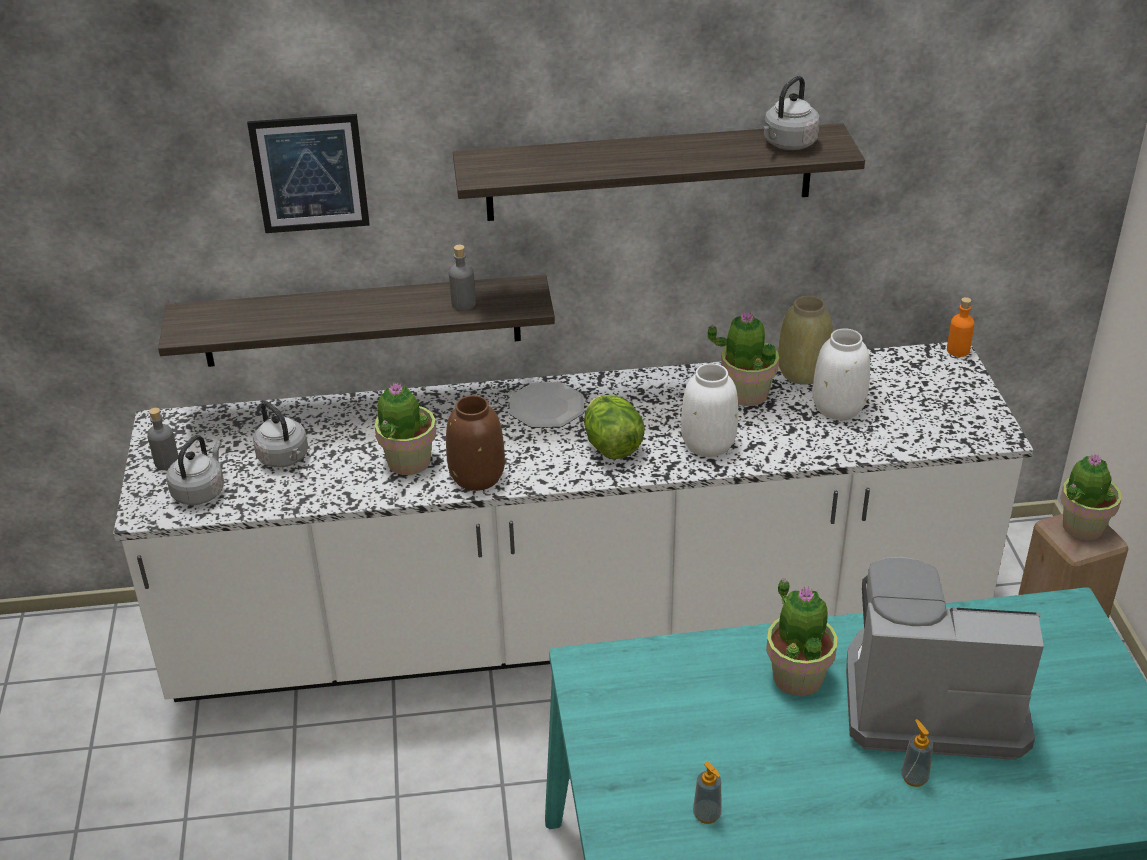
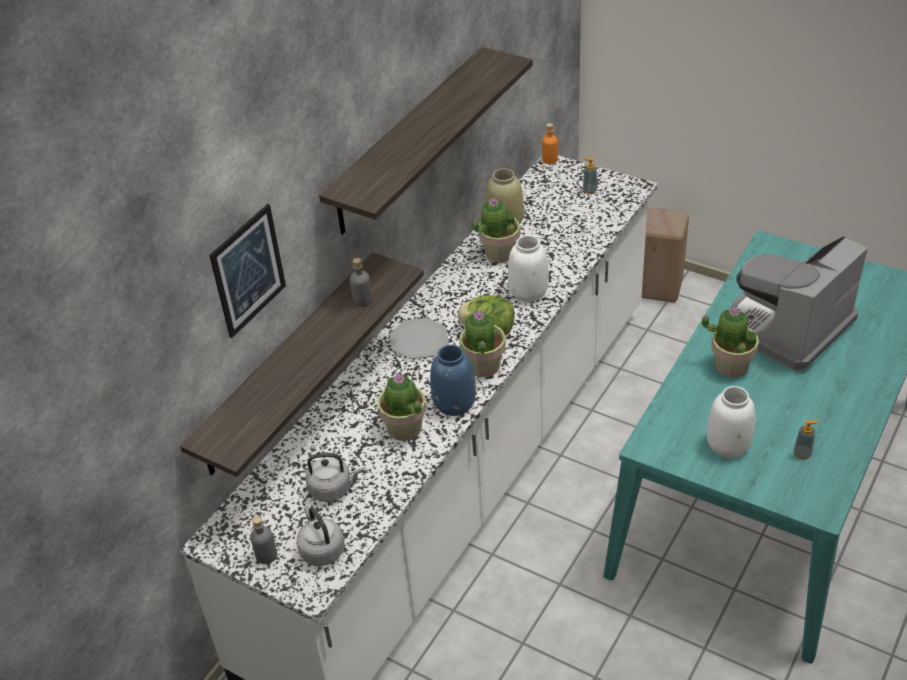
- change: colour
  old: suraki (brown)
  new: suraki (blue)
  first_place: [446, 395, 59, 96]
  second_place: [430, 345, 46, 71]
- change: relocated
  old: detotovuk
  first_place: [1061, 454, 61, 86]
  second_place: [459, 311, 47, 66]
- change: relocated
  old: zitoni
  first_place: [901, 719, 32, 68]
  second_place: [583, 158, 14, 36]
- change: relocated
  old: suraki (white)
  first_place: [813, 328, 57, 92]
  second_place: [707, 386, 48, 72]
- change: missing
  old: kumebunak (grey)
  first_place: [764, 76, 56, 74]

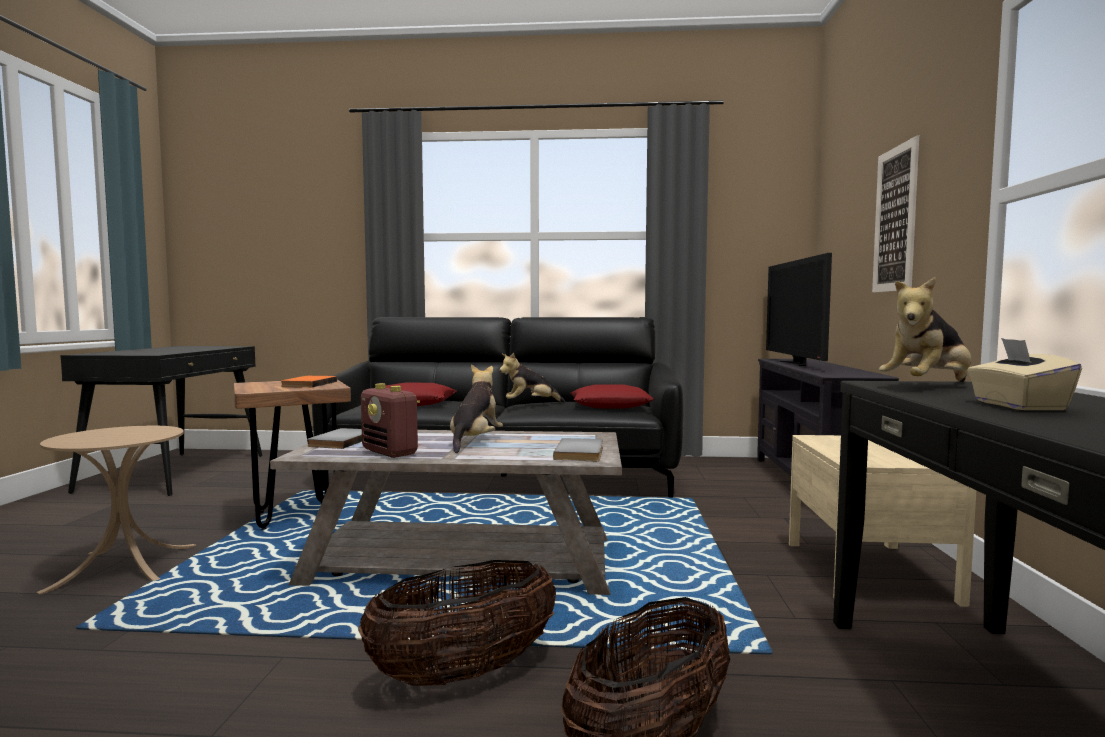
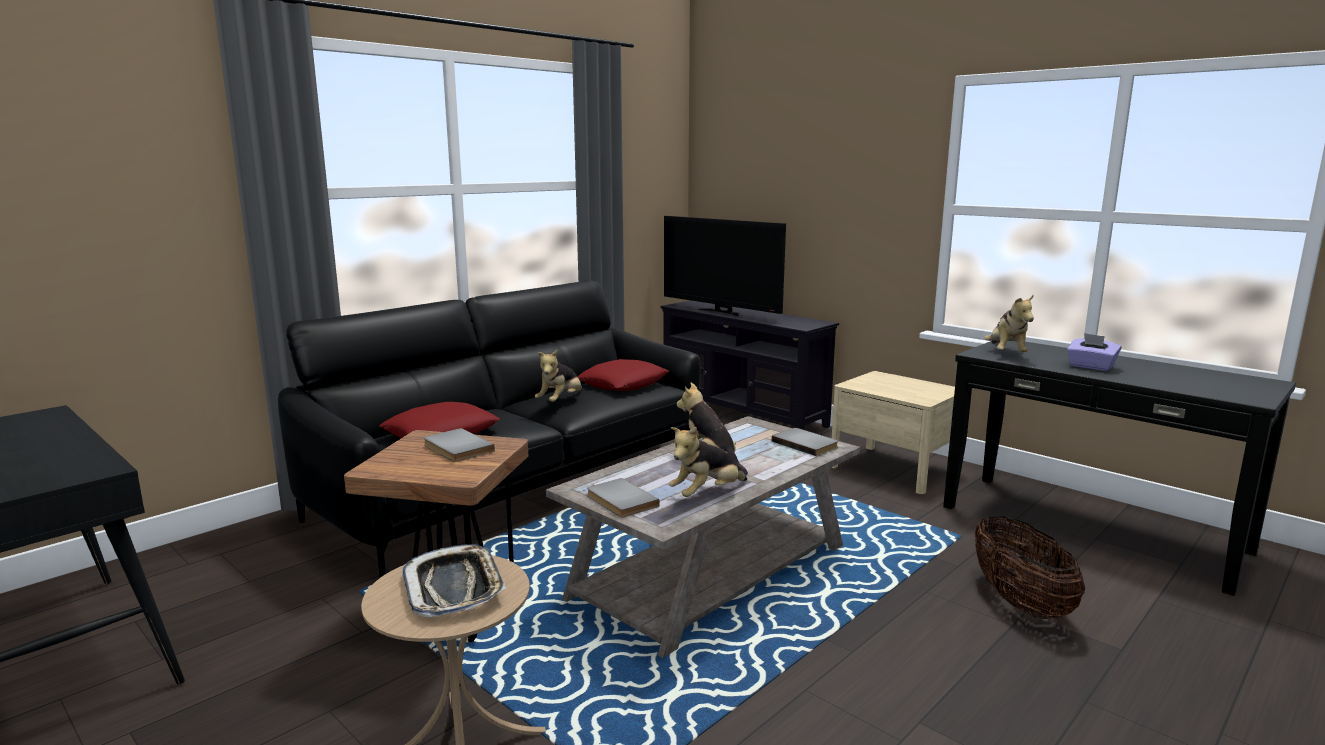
- change: appeared
  new: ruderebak
  second_place: [402, 544, 104, 73]
- change: colour
  old: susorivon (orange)
  new: susorivon (grey)
  first_place: [281, 376, 56, 12]
  second_place: [424, 428, 71, 34]
- change: exchanged
  old: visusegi
  new: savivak
  first_place: [361, 383, 59, 75]
  second_place: [669, 427, 78, 70]
- change: colour
  old: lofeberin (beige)
  new: lofeberin (purple)
  first_place: [967, 338, 115, 72]
  second_place: [1067, 333, 54, 38]
- change: missing
  old: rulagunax
  first_place: [358, 560, 198, 126]
- change: missing
  old: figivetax
  first_place: [872, 136, 47, 156]

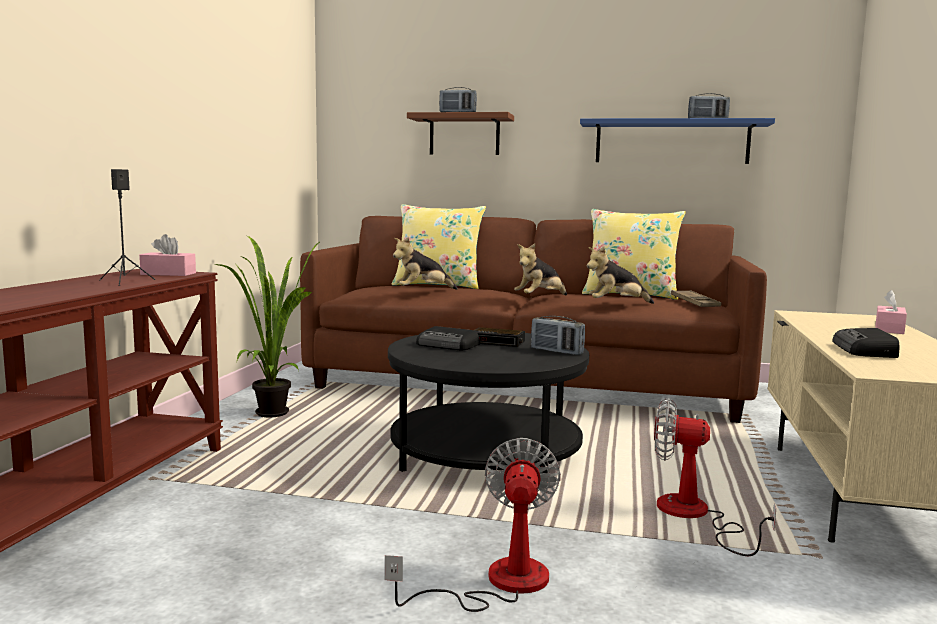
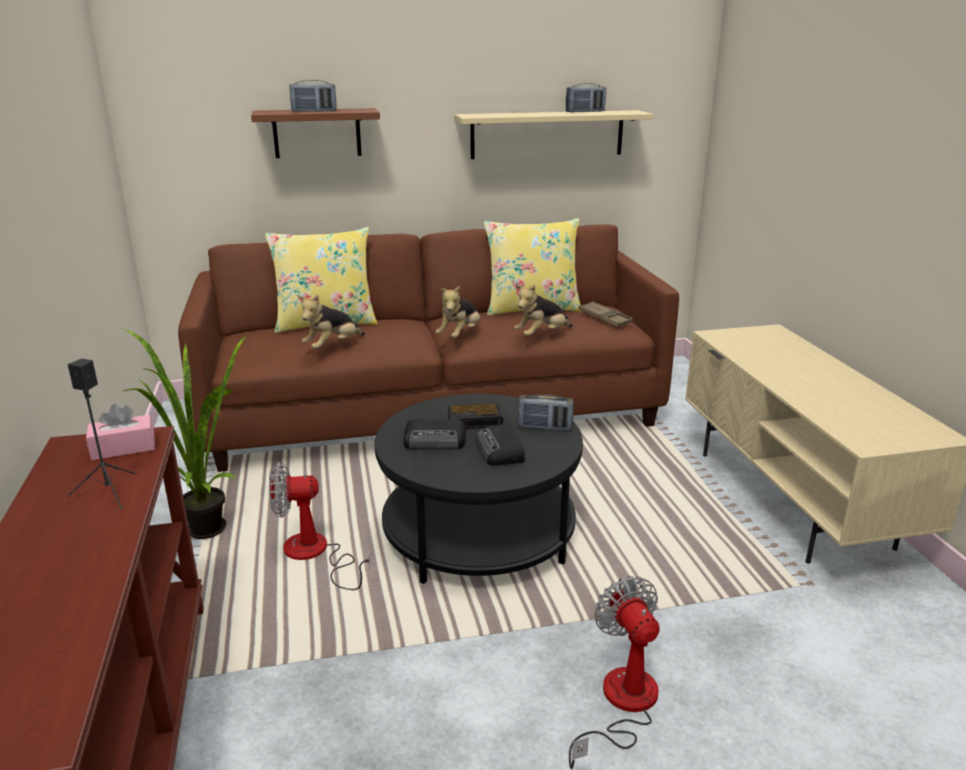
- change: relocated
  old: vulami
  first_place: [654, 398, 122, 158]
  second_place: [269, 462, 101, 128]
- change: colour
  old: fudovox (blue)
  new: fudovox (beige)
  first_place: [580, 118, 195, 46]
  second_place: [454, 110, 200, 49]
- change: relocated
  old: visusegi
  first_place: [832, 328, 67, 30]
  second_place: [475, 423, 50, 43]
- change: missing
  old: lofeberin (pink)
  first_place: [876, 290, 31, 44]

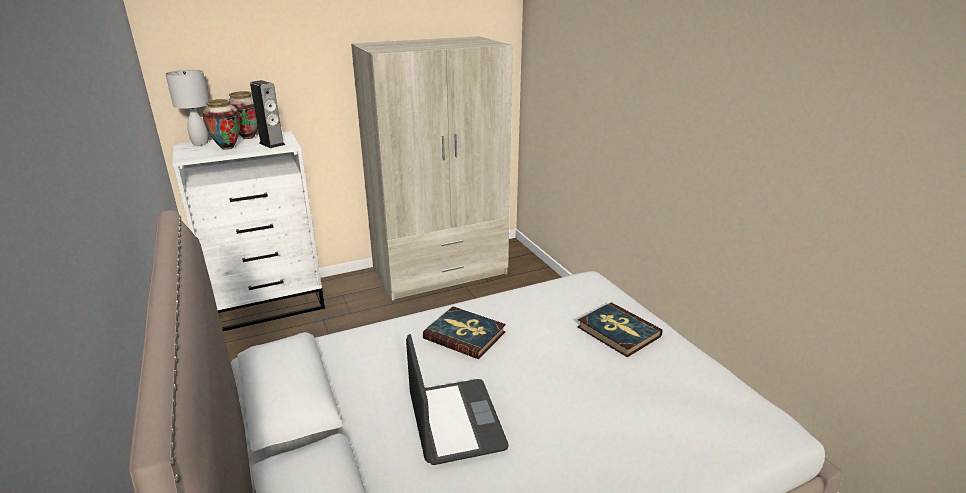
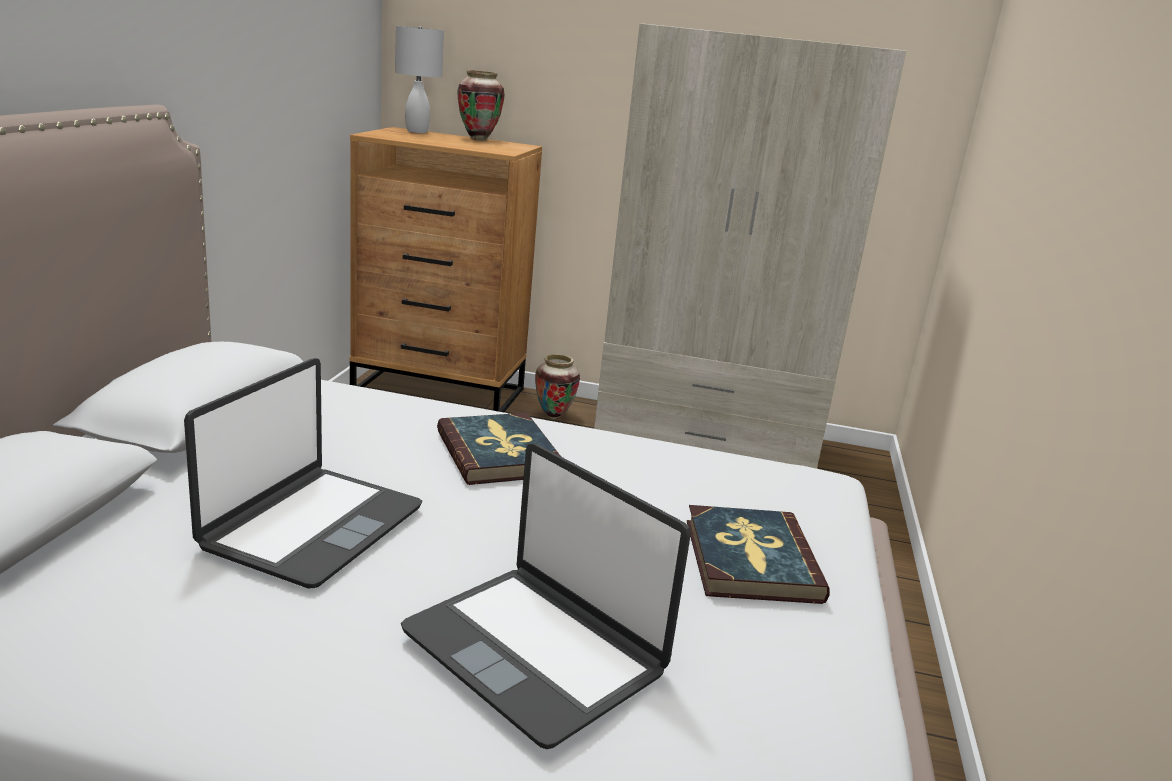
- change: colour
  old: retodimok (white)
  new: retodimok (brown)
  first_place: [172, 131, 153, 200]
  second_place: [349, 127, 193, 285]
- change: appeared
  new: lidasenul
  second_place: [401, 444, 290, 305]
- change: relocated
  old: suraki
  first_place: [202, 99, 38, 51]
  second_place: [535, 354, 45, 65]
- change: missing
  old: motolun
  first_place: [250, 80, 35, 68]

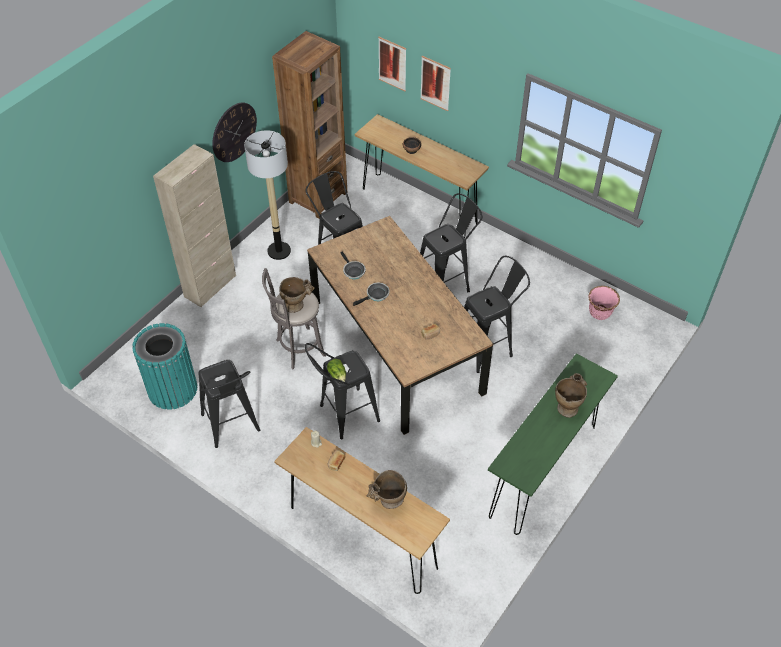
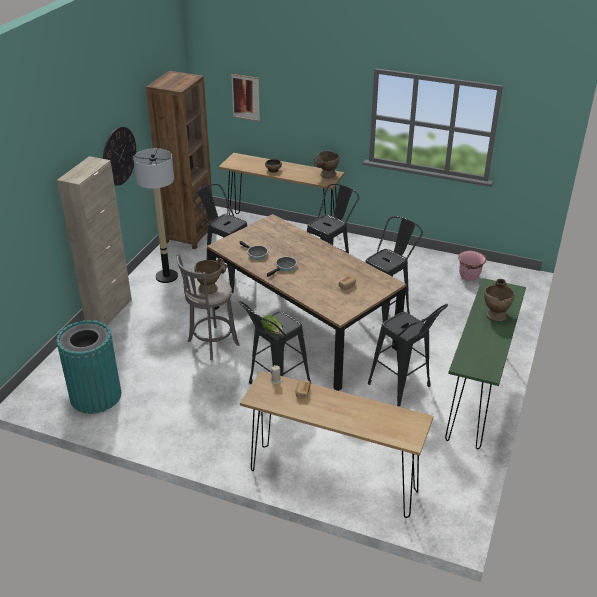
- change: relocated
  old: suraki (beige)
  first_place: [367, 470, 40, 39]
  second_place: [314, 151, 25, 27]
- change: relocated
  old: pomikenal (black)
  first_place: [198, 360, 62, 88]
  second_place: [368, 304, 80, 102]
- change: missing
  old: figivetax
  first_place: [420, 56, 31, 55]

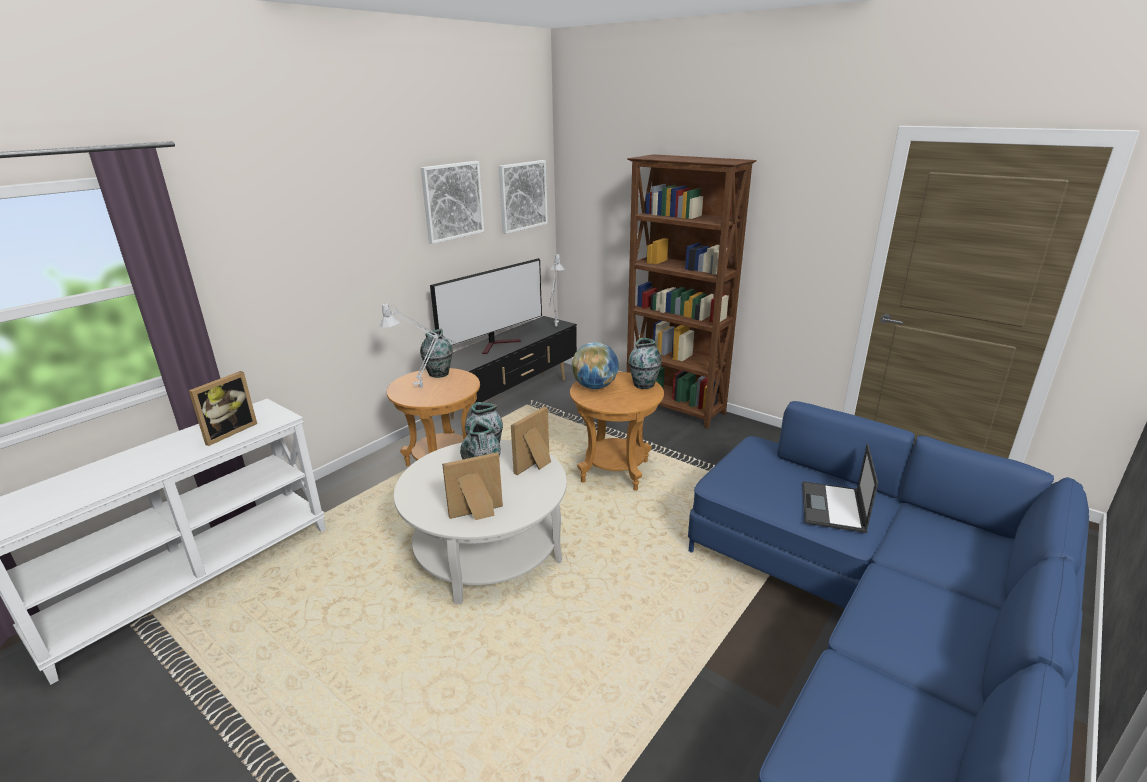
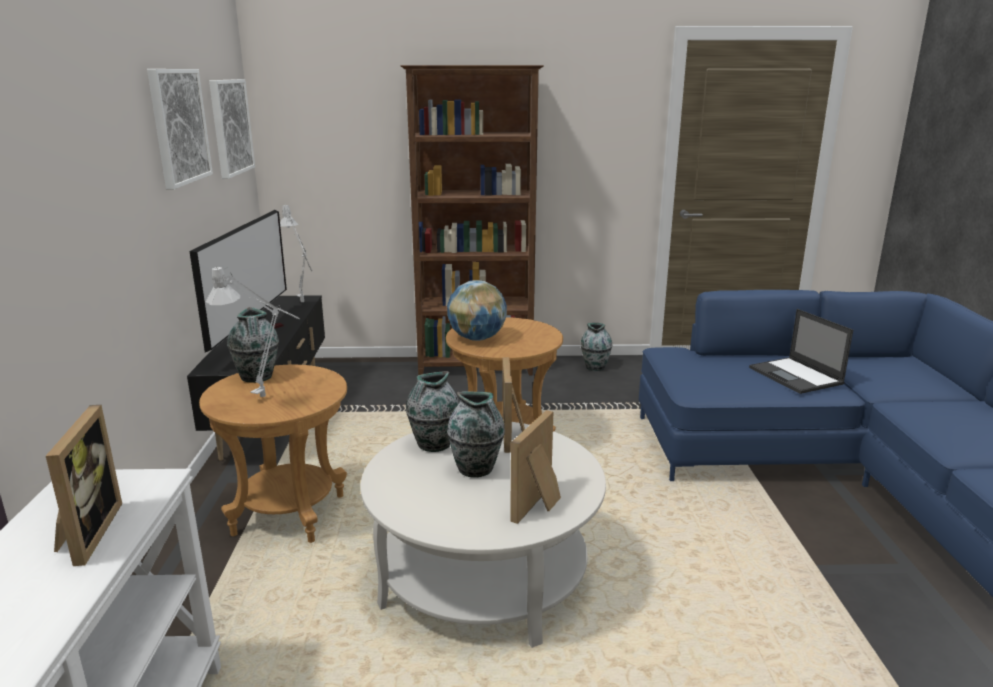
- change: relocated
  old: suraki
  first_place: [628, 338, 34, 51]
  second_place: [580, 323, 33, 48]

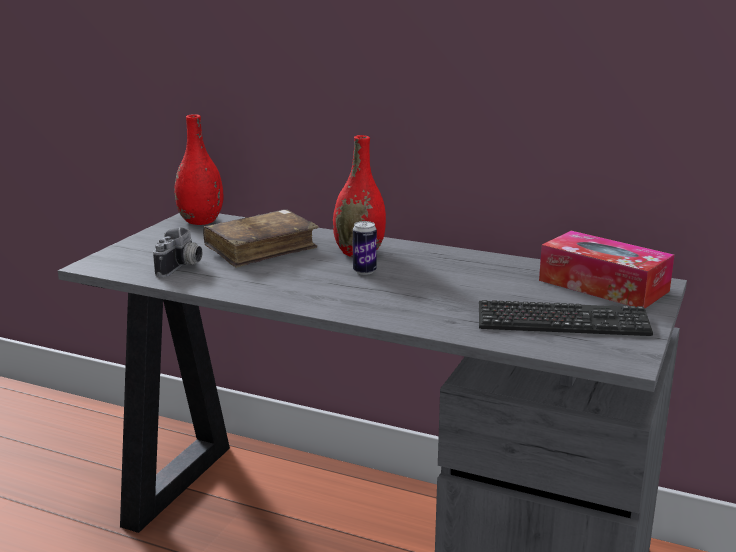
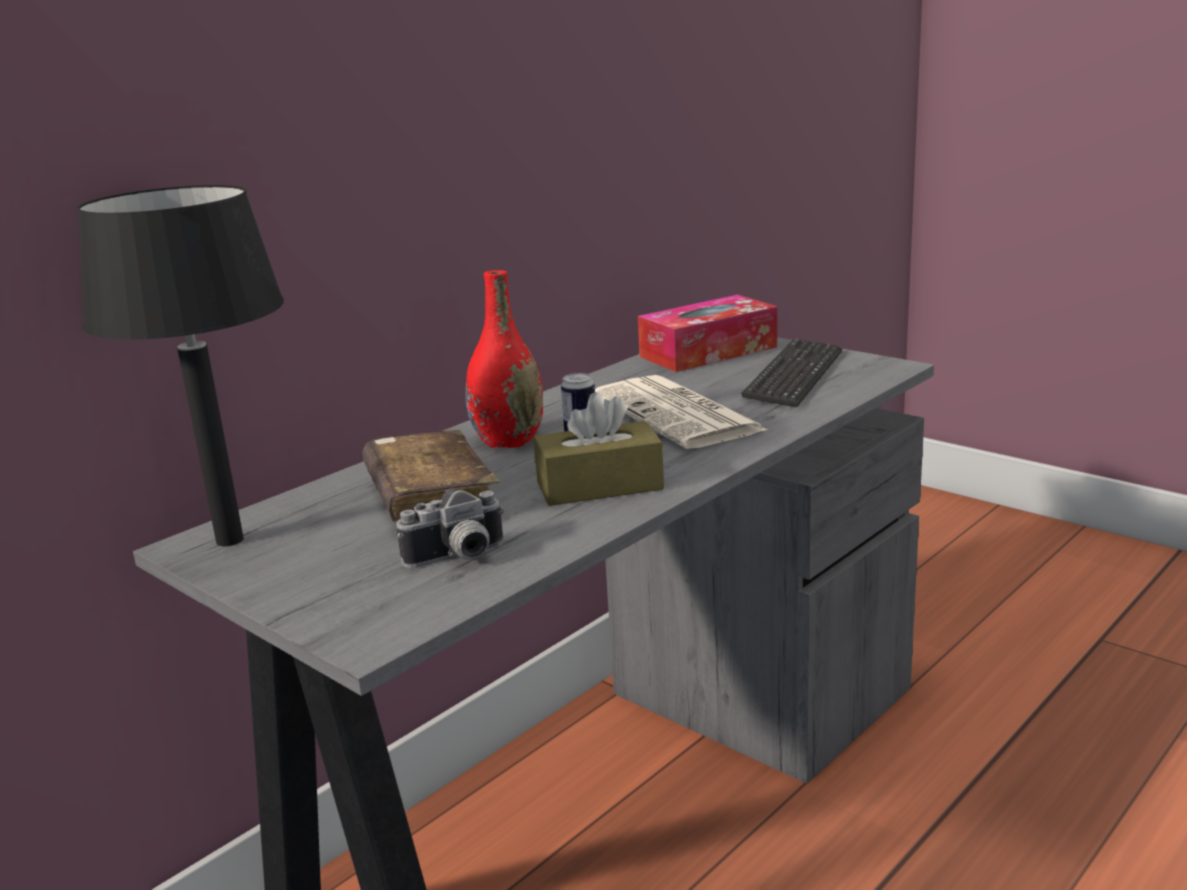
- change: exchanged
  old: suraki (red)
  new: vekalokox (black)
  first_place: [175, 114, 49, 111]
  second_place: [77, 185, 207, 361]
- change: spun
  old: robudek
  first_place: [153, 227, 49, 50]
  second_place: [397, 489, 107, 79]
  degrees: 120
- change: appeared
  new: lofeberin (brown)
  second_place: [534, 392, 130, 114]
- change: appeared
  new: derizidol
  second_place: [595, 375, 174, 74]

